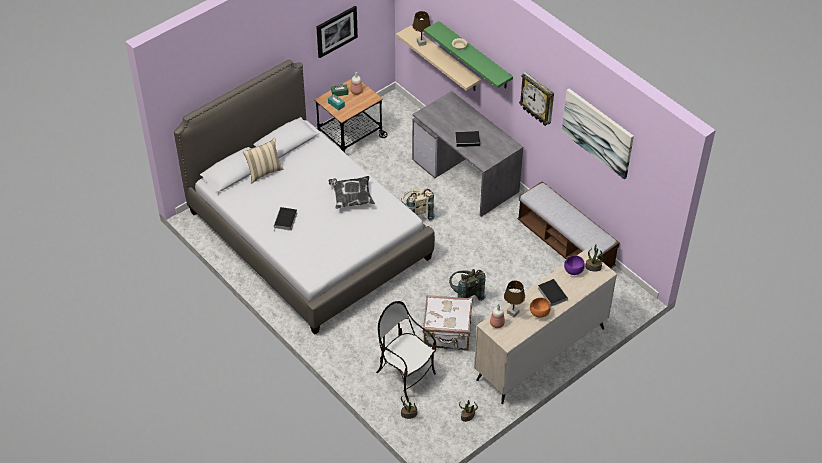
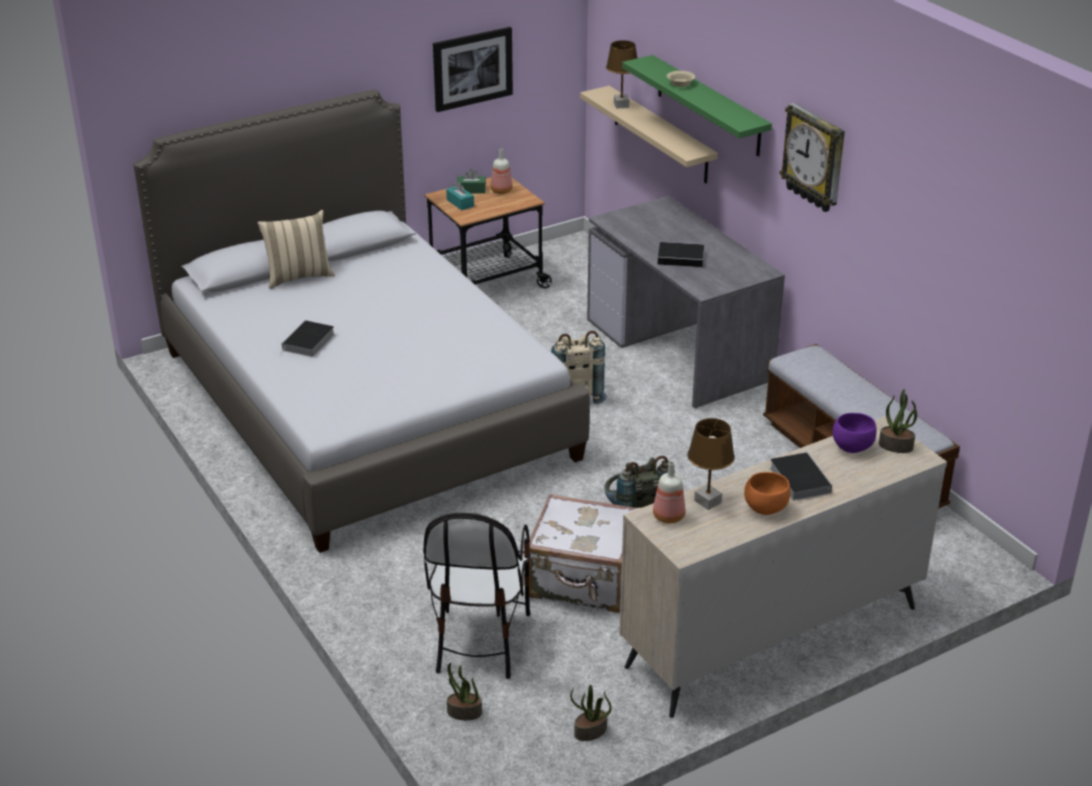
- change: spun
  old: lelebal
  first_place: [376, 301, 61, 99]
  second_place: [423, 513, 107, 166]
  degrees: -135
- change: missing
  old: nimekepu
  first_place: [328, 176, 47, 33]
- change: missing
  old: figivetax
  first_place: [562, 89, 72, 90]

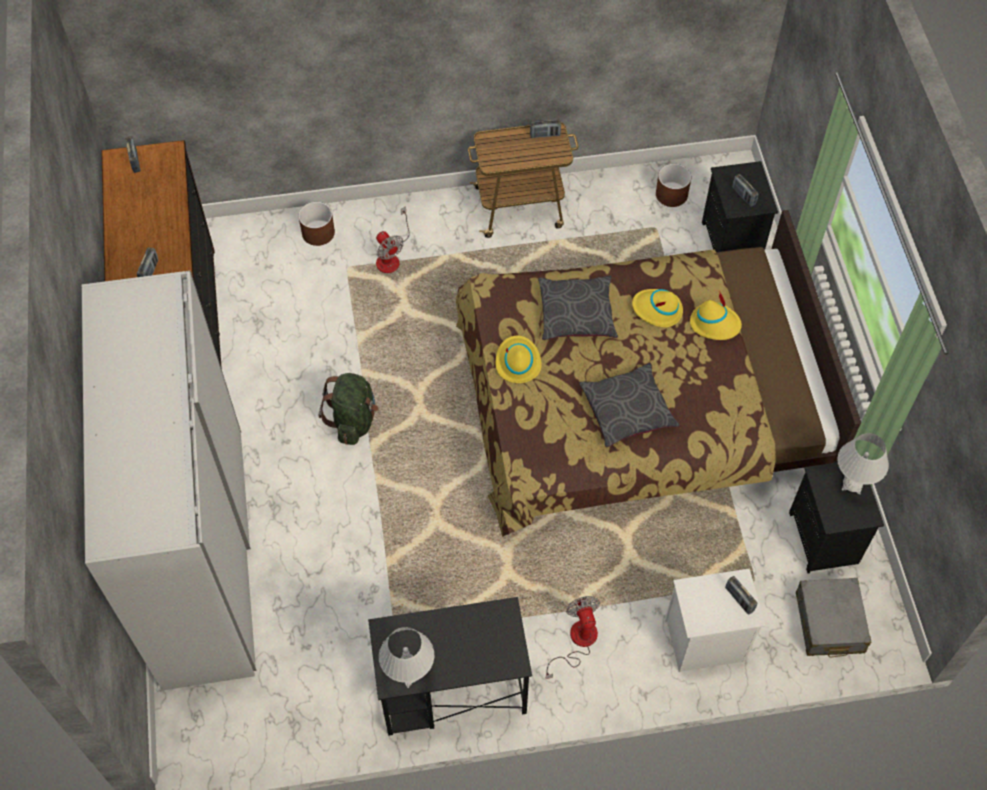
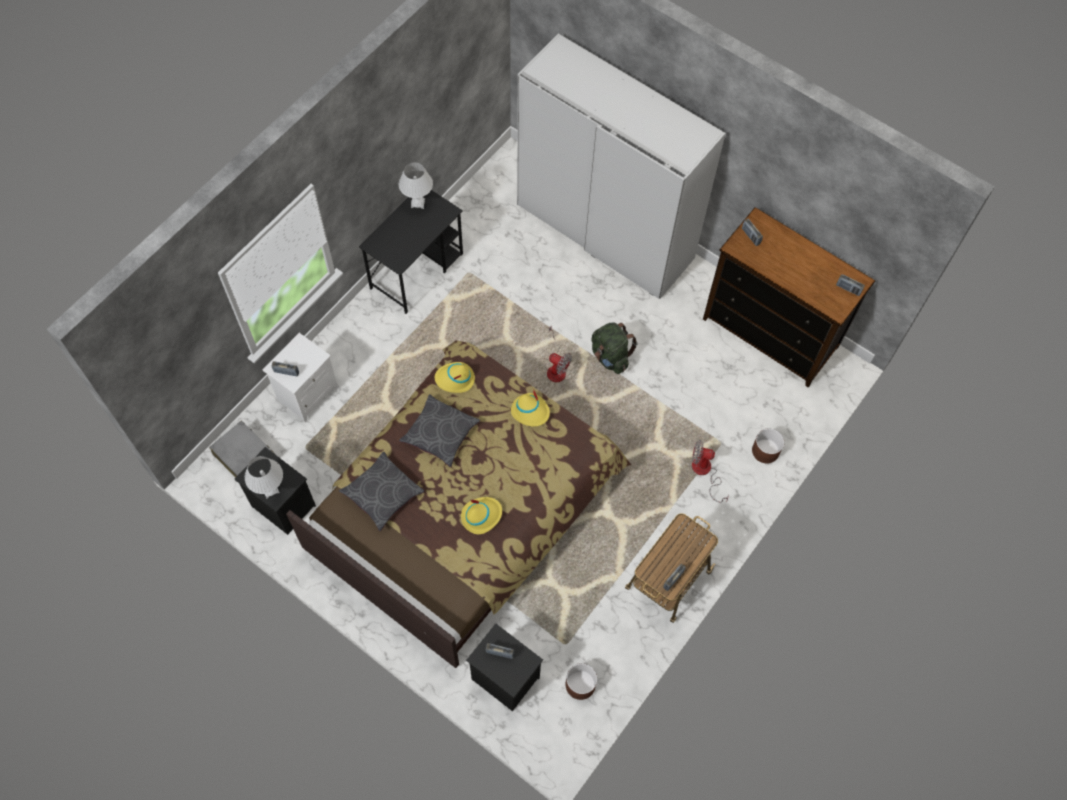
- change: relocated
  old: nimekepu (grey)
  first_place: [538, 275, 80, 65]
  second_place: [339, 451, 86, 80]
- change: relocated
  old: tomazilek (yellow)
  first_place: [690, 290, 52, 50]
  second_place: [435, 362, 40, 31]
- change: relocated
  old: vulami
  first_place: [545, 596, 55, 84]
  second_place: [544, 325, 28, 57]

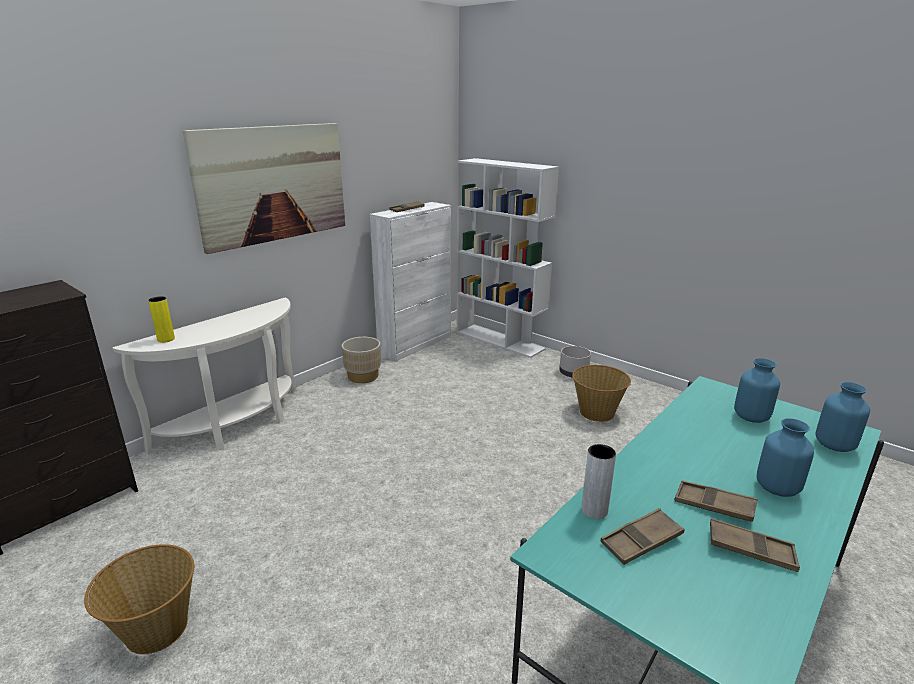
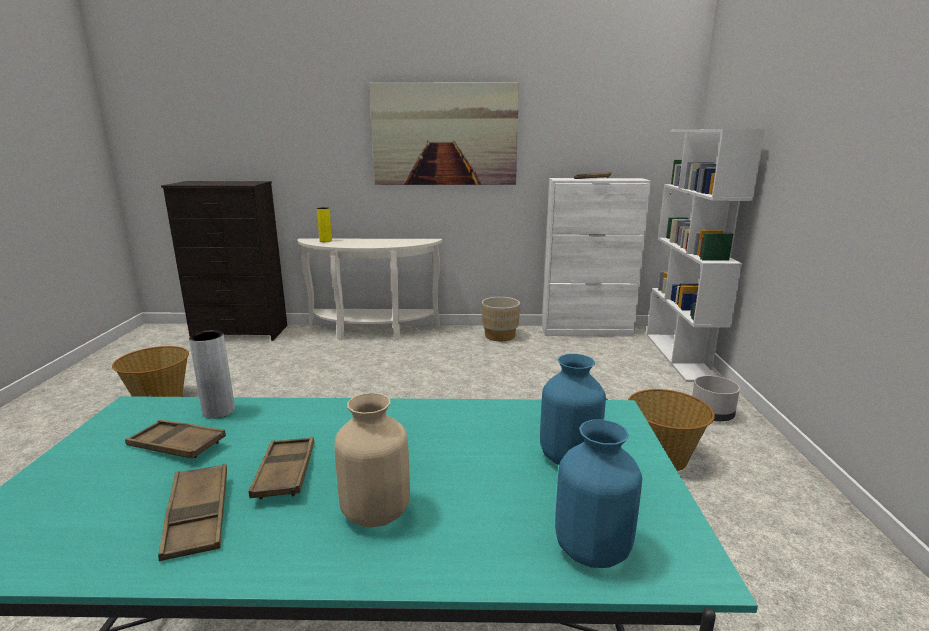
- change: colour
  old: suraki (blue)
  new: suraki (beige)
  first_place: [757, 418, 57, 79]
  second_place: [334, 393, 76, 135]

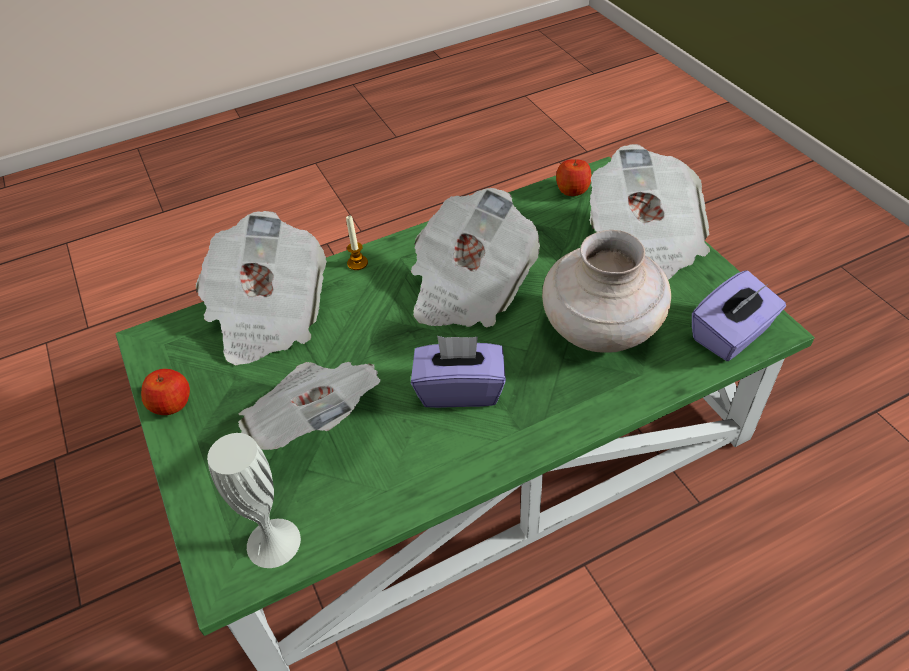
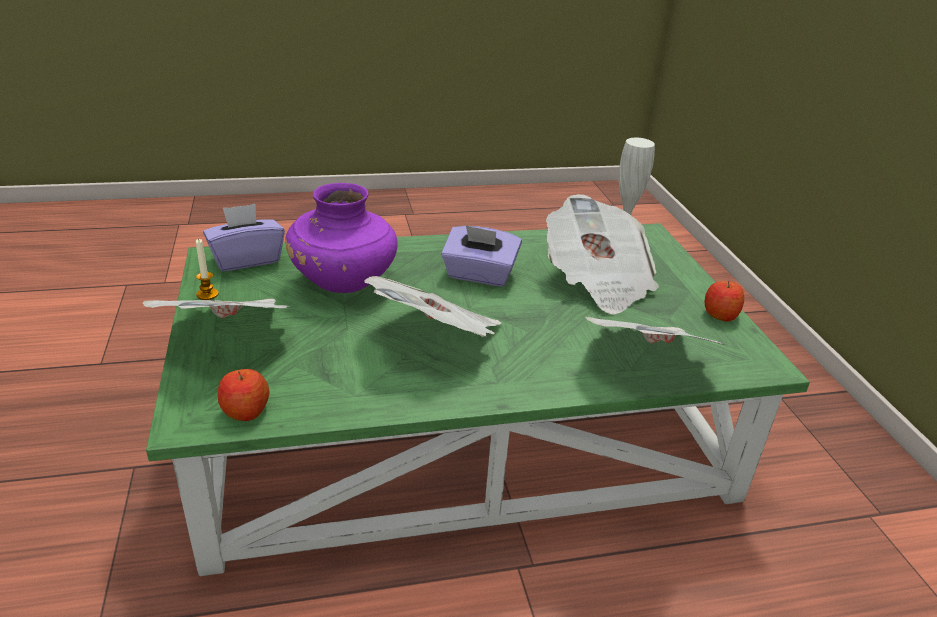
- change: relocated
  old: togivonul
  first_place: [346, 215, 22, 55]
  second_place: [196, 239, 23, 61]
- change: colour
  old: suraki (beige)
  new: suraki (purple)
  first_place: [542, 230, 129, 123]
  second_place: [285, 183, 113, 110]

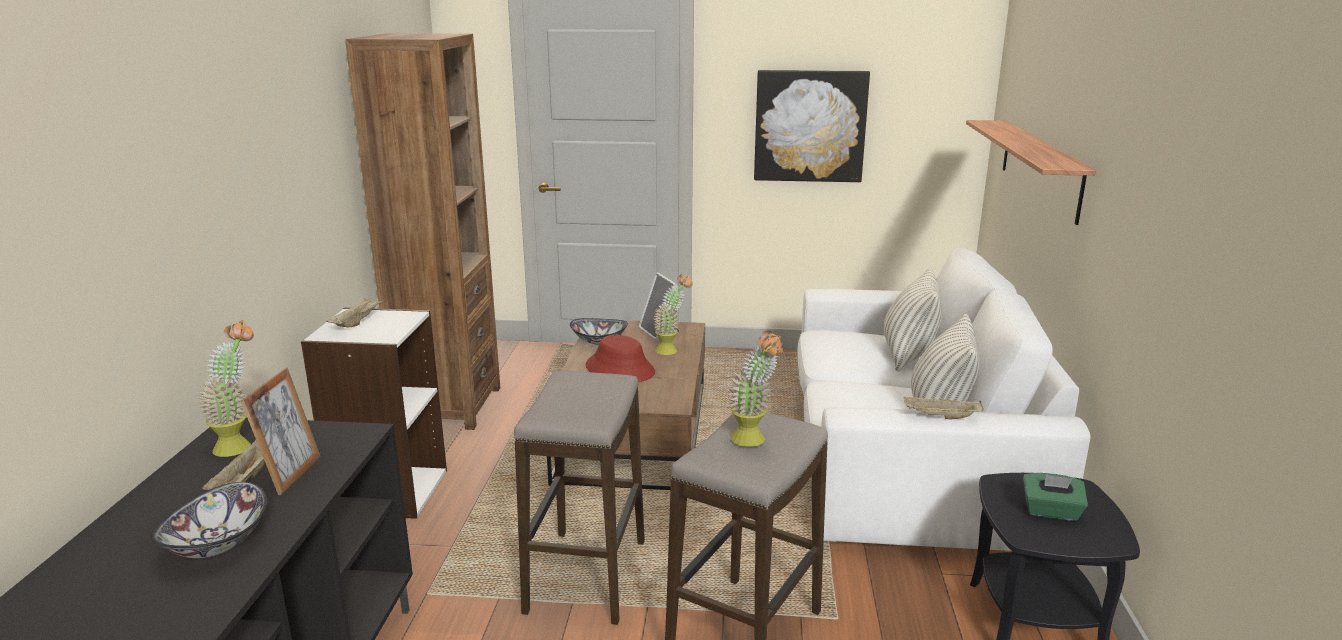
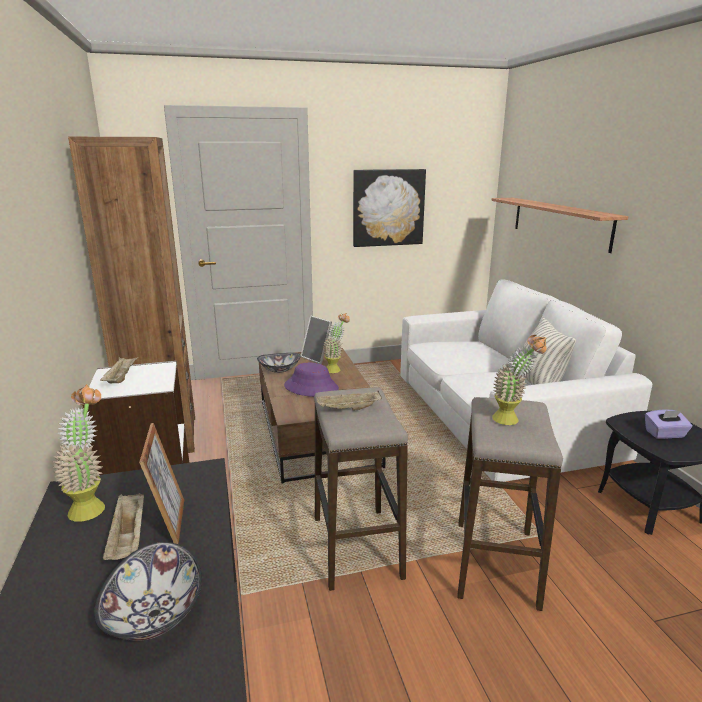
- change: colour
  old: tomazilek (red)
  new: tomazilek (purple)
  first_place: [586, 335, 69, 47]
  second_place: [284, 362, 55, 35]
- change: relocated
  old: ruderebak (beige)
  first_place: [904, 396, 80, 24]
  second_place: [316, 390, 66, 21]
- change: colour
  old: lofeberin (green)
  new: lofeberin (purple)
  first_place: [1023, 473, 65, 48]
  second_place: [645, 410, 47, 29]
- change: missing
  old: nimekepu
  first_place: [884, 268, 59, 104]

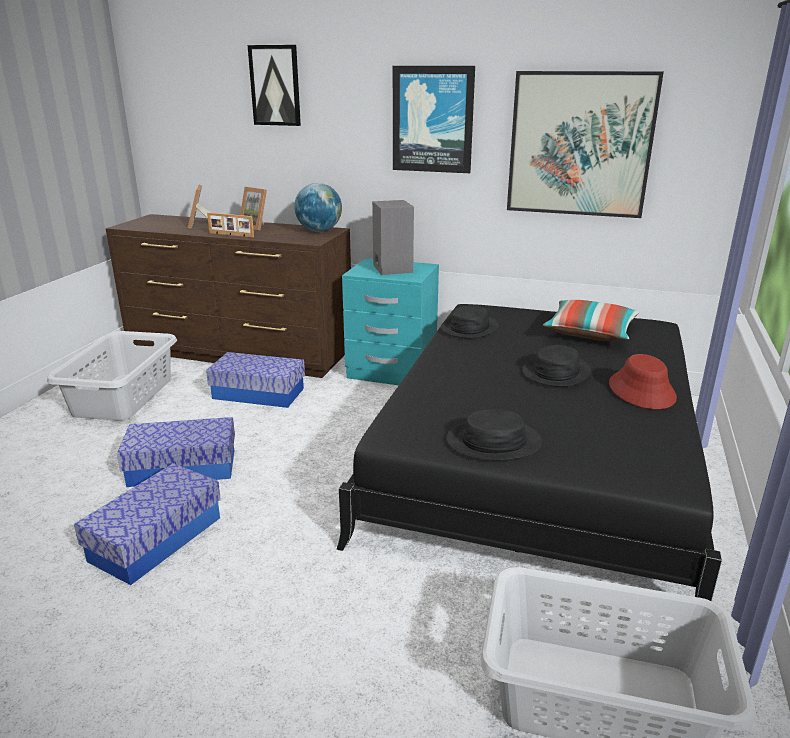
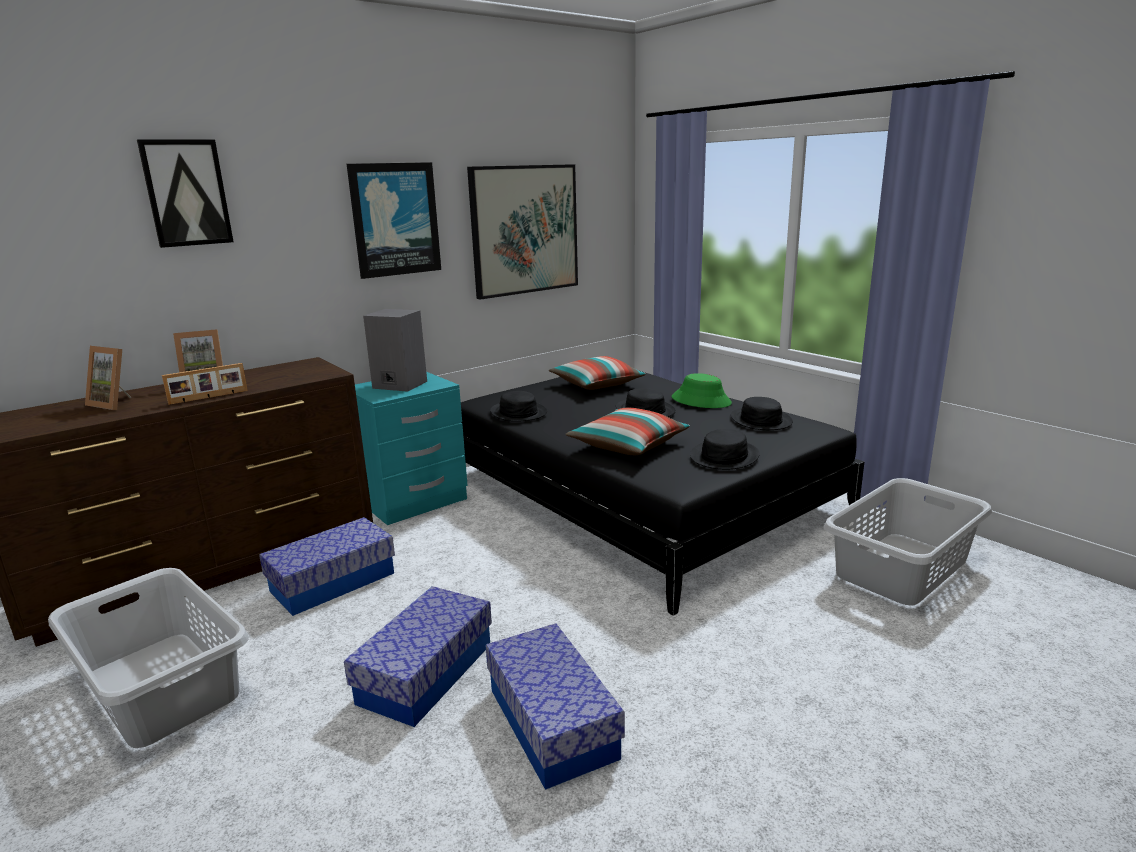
- change: appeared
  new: nimekepu
  second_place: [566, 408, 124, 47]
- change: colour
  old: tomazilek (red)
  new: tomazilek (green)
  first_place: [609, 354, 68, 55]
  second_place: [672, 373, 60, 35]
- change: appeared
  new: tomazilek (black)
  second_place: [731, 397, 62, 33]
- change: missing
  old: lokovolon
  first_place: [294, 183, 48, 49]

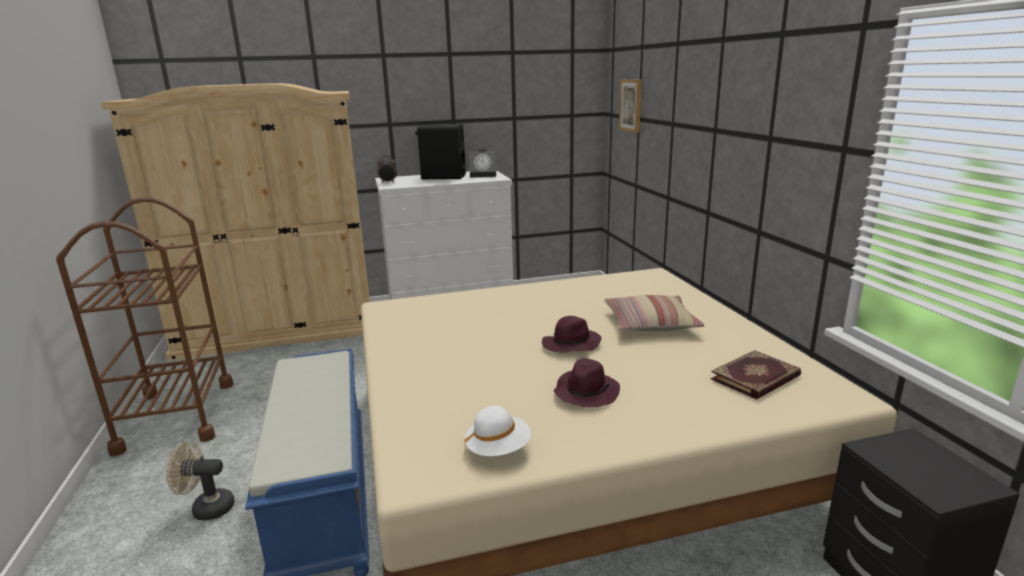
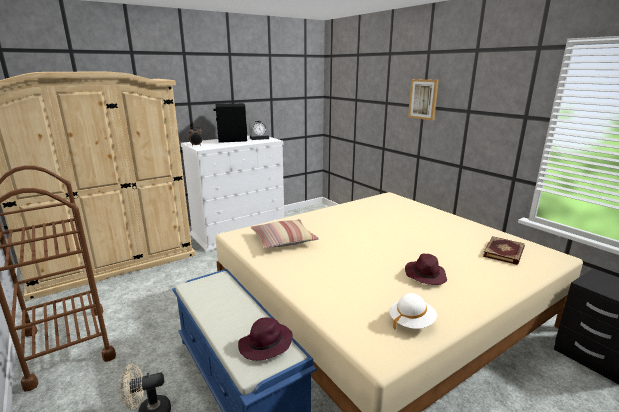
- change: relocated
  old: tomazilek (purple)
  first_place: [542, 316, 59, 37]
  second_place: [238, 317, 55, 44]
- change: relocated
  old: nimekepu
  first_place: [604, 295, 100, 36]
  second_place: [251, 219, 68, 30]
- change: relocated
  old: figivetax
  first_place: [619, 80, 23, 53]
  second_place: [408, 79, 31, 42]

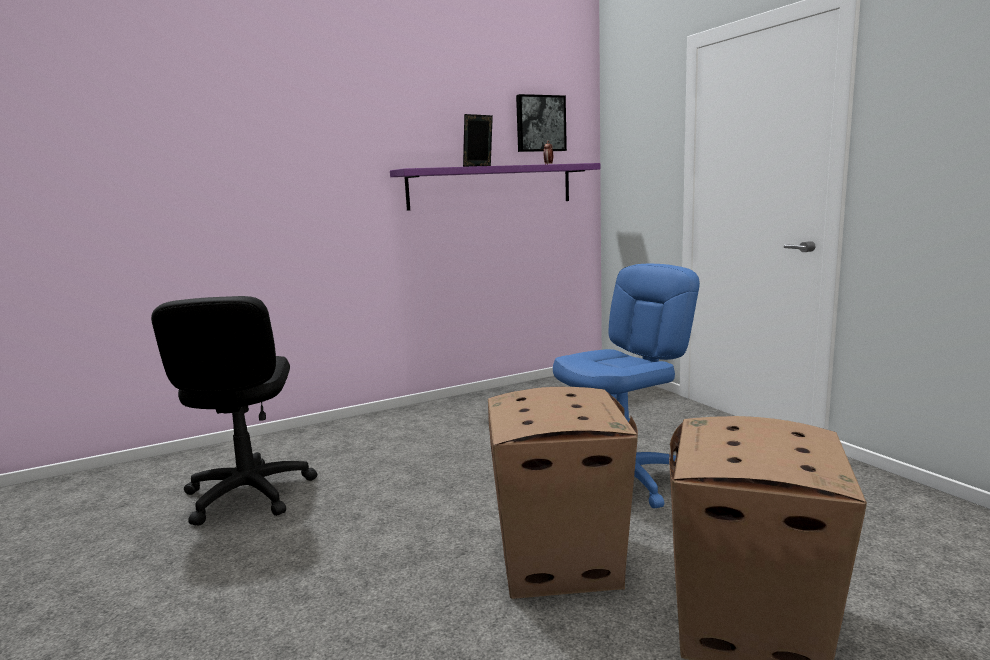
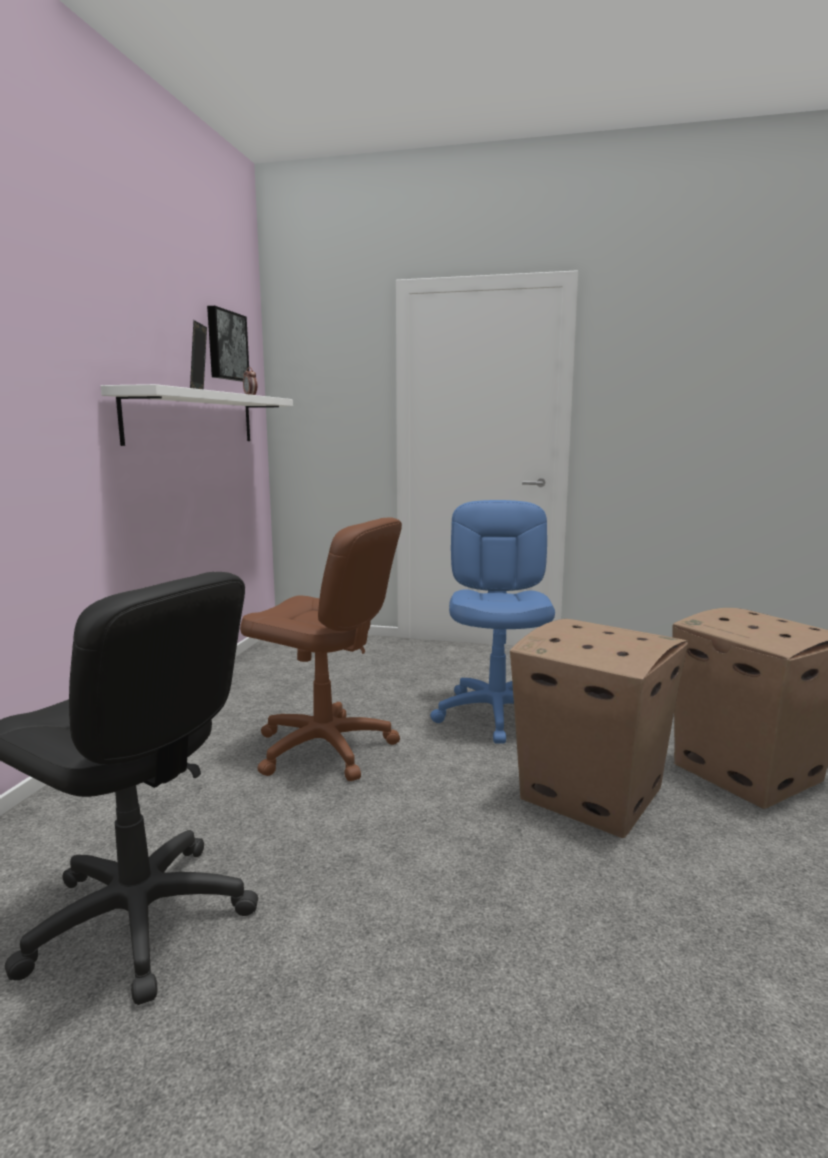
- change: colour
  old: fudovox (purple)
  new: fudovox (white)
  first_place: [390, 163, 210, 48]
  second_place: [101, 384, 192, 62]
- change: appeared
  new: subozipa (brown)
  second_place: [240, 517, 162, 264]

